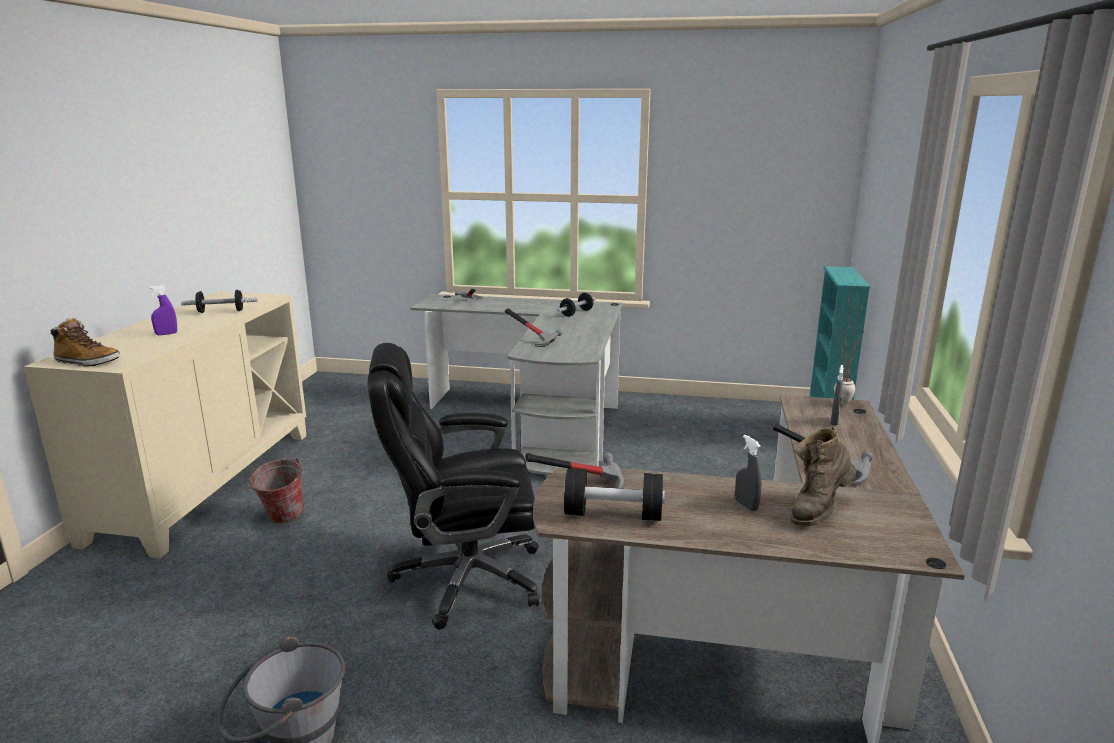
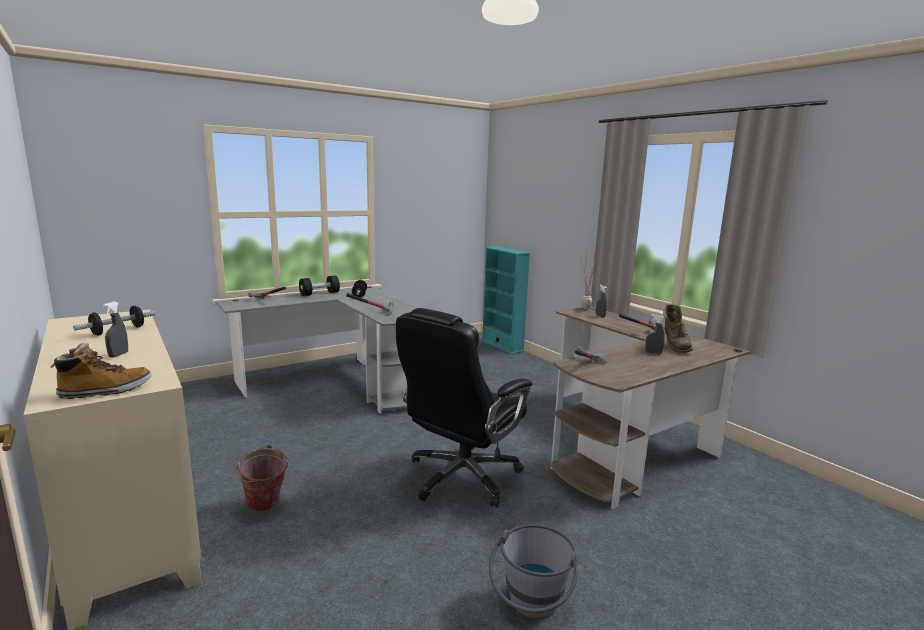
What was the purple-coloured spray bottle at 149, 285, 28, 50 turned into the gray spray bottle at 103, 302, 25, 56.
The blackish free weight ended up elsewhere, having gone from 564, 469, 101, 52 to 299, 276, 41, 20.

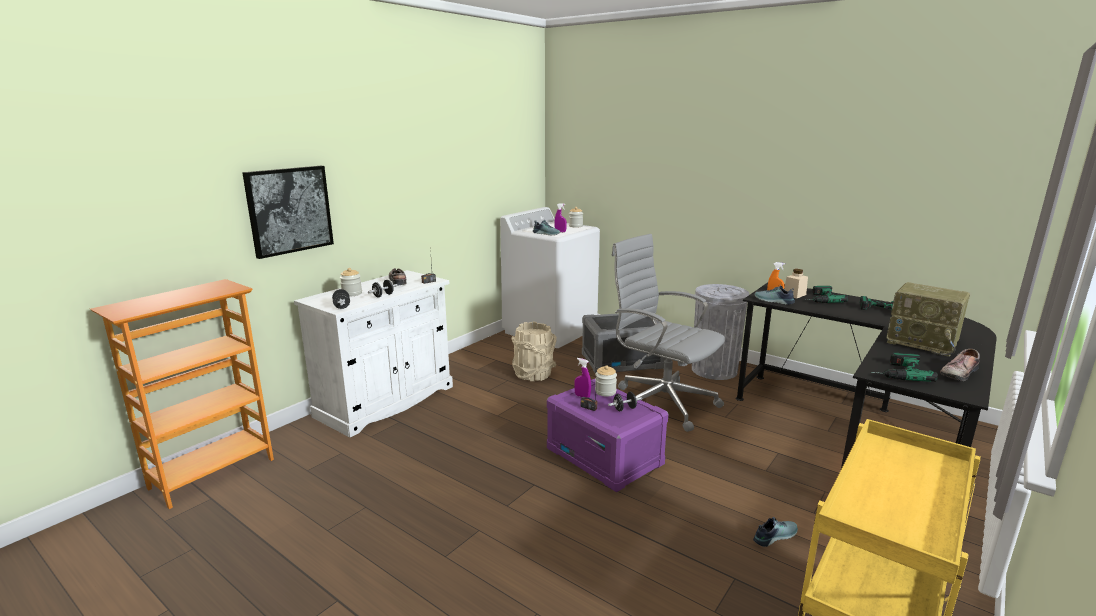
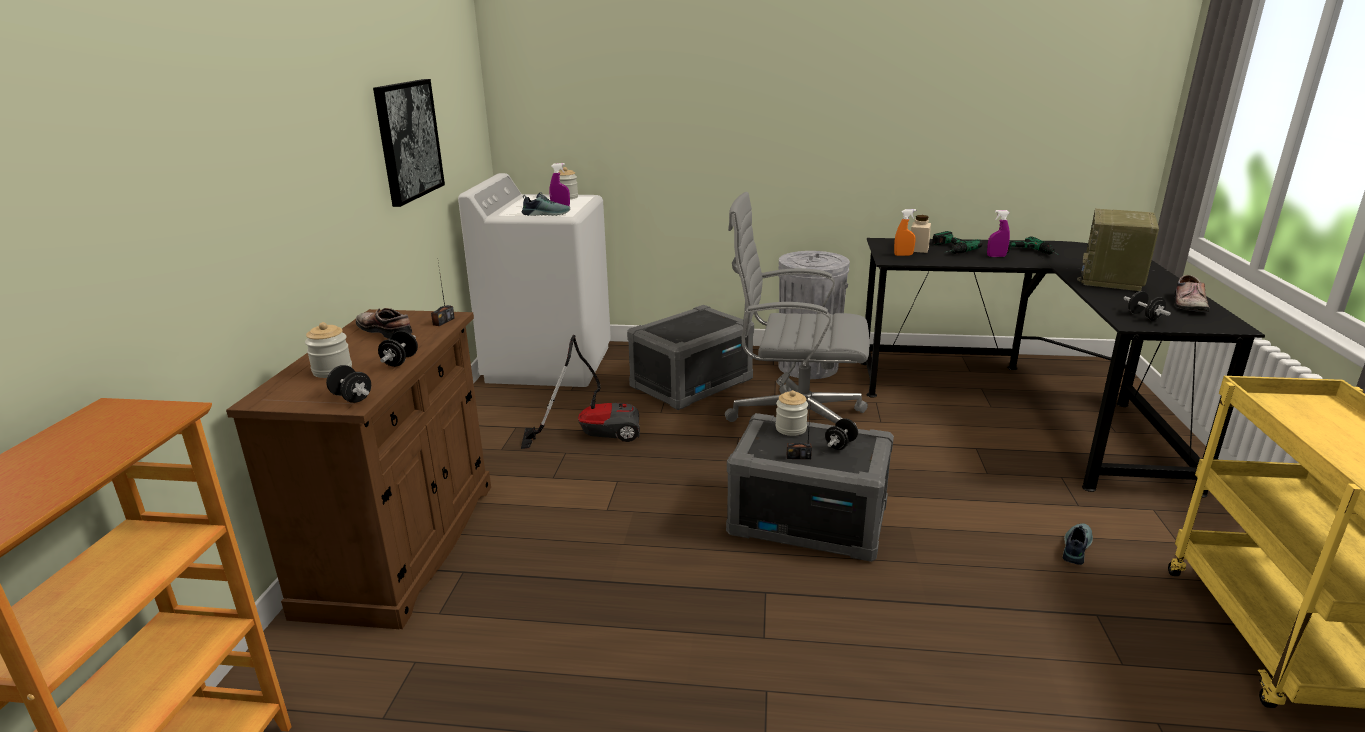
The wall art ended up elsewhere, having gone from 242, 166, 92, 93 to 373, 79, 72, 128.
What was the white storage cabinet at 294, 270, 159, 167 turned into the brown-coloured storage cabinet at 226, 309, 265, 320.
Where the beige pail stood at 511, 321, 46, 60, the hoover came to stand at 521, 335, 119, 114.
What was the purple-coloured storage container at 547, 379, 121, 113 turned into the gray storage container at 726, 413, 168, 149.
The purple-coloured spray bottle ended up elsewhere, having gone from 574, 358, 17, 40 to 987, 210, 23, 47.
The second view lost the shoe at 755, 286, 40, 19.
Where the electric drill stood at 871, 353, 67, 29, the blackish free weight came to stand at 1124, 291, 47, 30.
The radio receiver at 886, 282, 84, 75 ended up facing another way, 105 degrees clockwise from before.

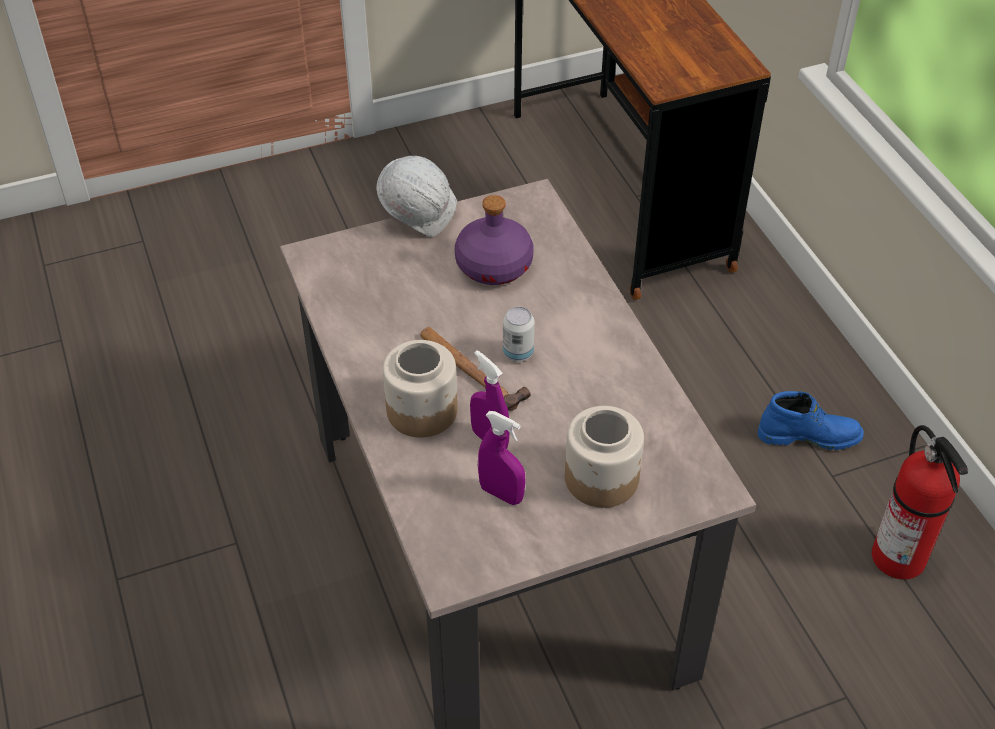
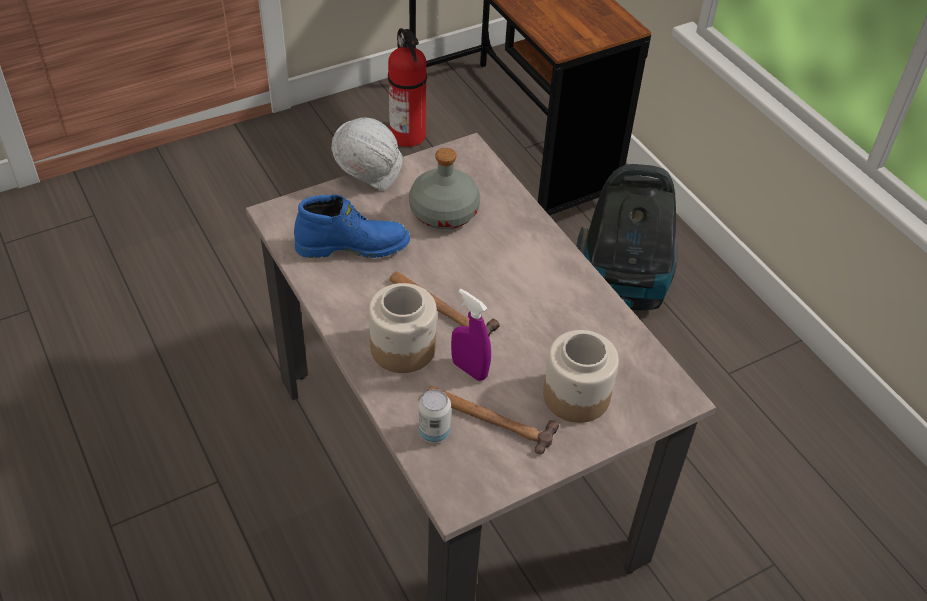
What was the purple-coloured drink bottle at 455, 195, 79, 90 turned into the gray drink bottle at 409, 148, 71, 81.
Where the purple-coloured spray bottle stood at 478, 411, 47, 94, the hand hammer came to stand at 428, 386, 131, 68.
The sealed can ended up elsewhere, having gone from 503, 307, 32, 55 to 418, 389, 33, 54.
The bluish tall boot ended up elsewhere, having gone from 758, 391, 106, 59 to 294, 194, 116, 64.
The fire-fighting cylinder ended up elsewhere, having gone from 872, 425, 96, 154 to 388, 28, 39, 119.
The second view gained the hoover at 576, 164, 102, 146.

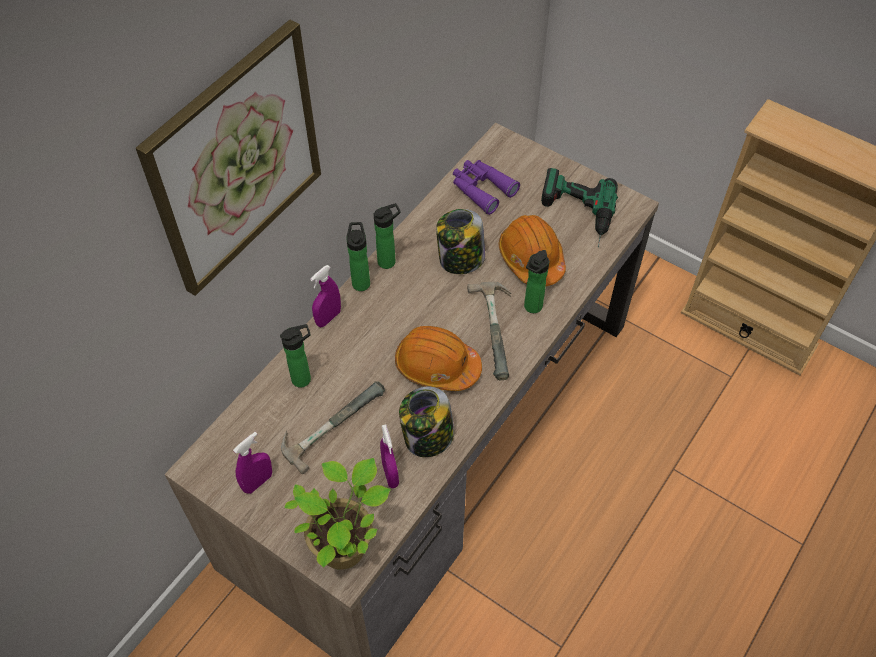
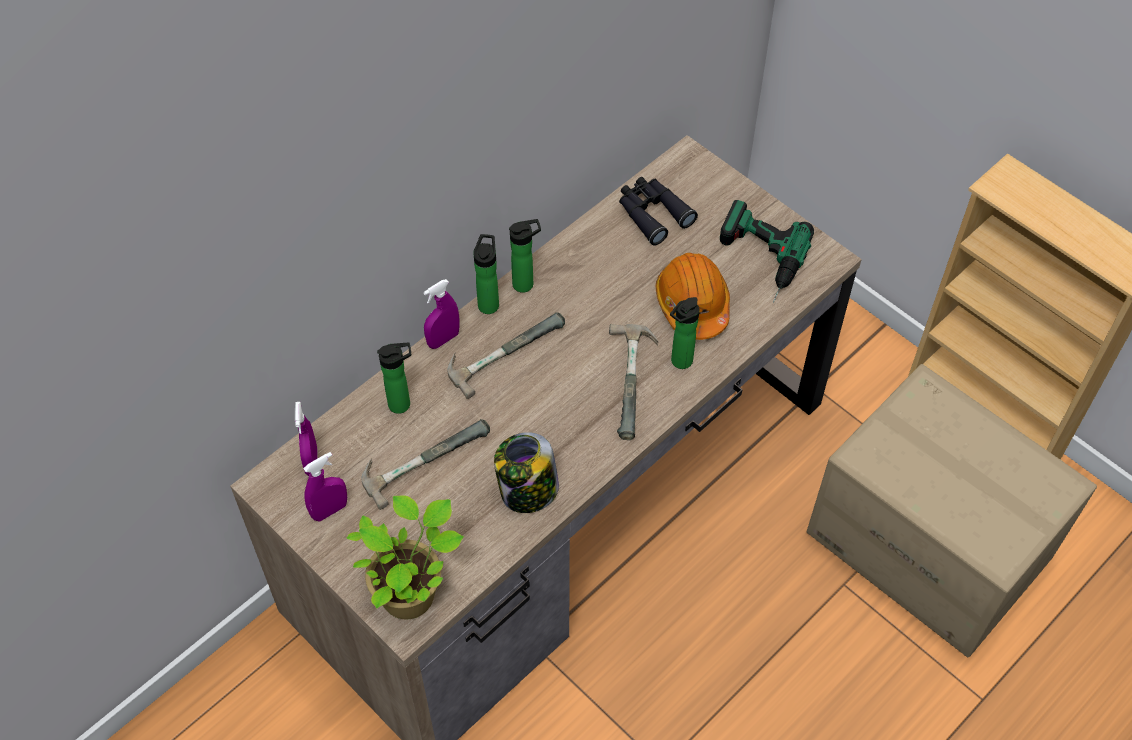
The second view lost the wall art at 136, 20, 185, 276.
The purple-coloured spray bottle ended up elsewhere, having gone from 380, 425, 19, 63 to 295, 402, 22, 74.
The second view lost the orange hard hat at 395, 326, 87, 65.
The second view lost the jar at 436, 209, 49, 65.
What was the purple-coloured field glasses at 453, 160, 67, 55 turned into the blackish field glasses at 619, 177, 79, 69.
The second view gained the hand hammer at 447, 312, 118, 87.
The second view gained the carton at 806, 364, 291, 293.

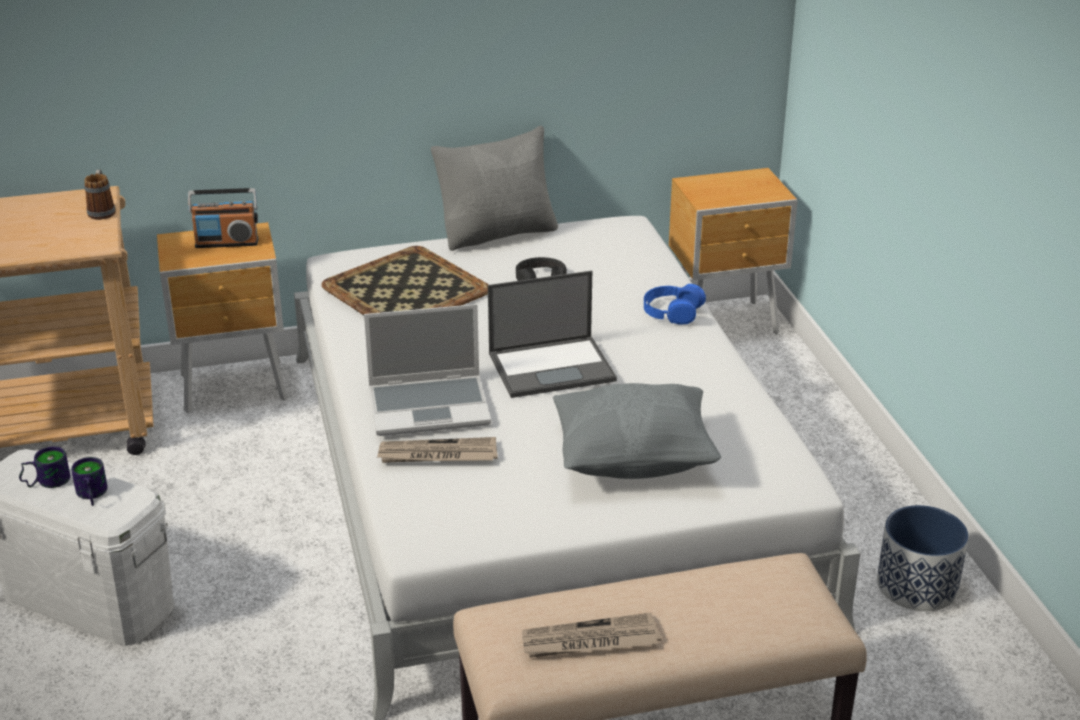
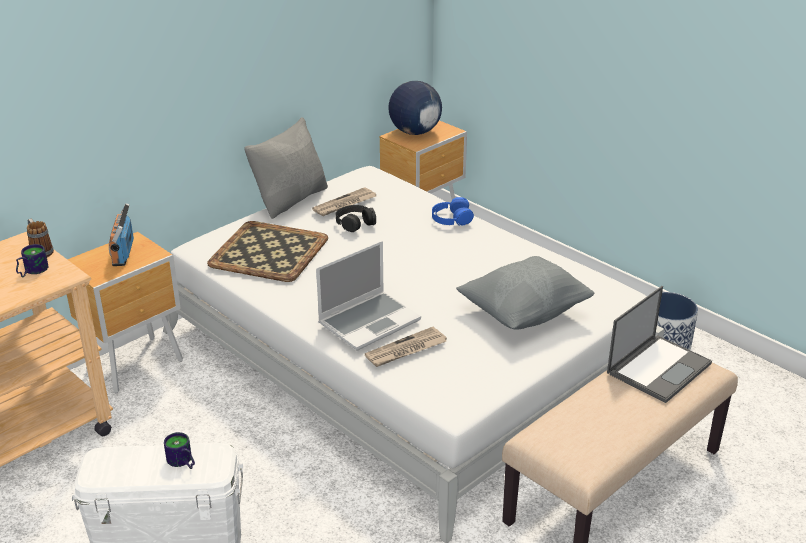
The coffee mug ended up elsewhere, having gone from 19, 446, 51, 42 to 16, 244, 32, 33.
The radio receiver at 188, 188, 70, 60 ended up facing another way, 120 degrees clockwise from before.
The laptop ended up elsewhere, having gone from 488, 271, 129, 127 to 607, 286, 105, 117.
The daily paper ended up elsewhere, having gone from 522, 612, 139, 46 to 312, 187, 64, 29.
The second view gained the desk globe at 388, 81, 54, 54.

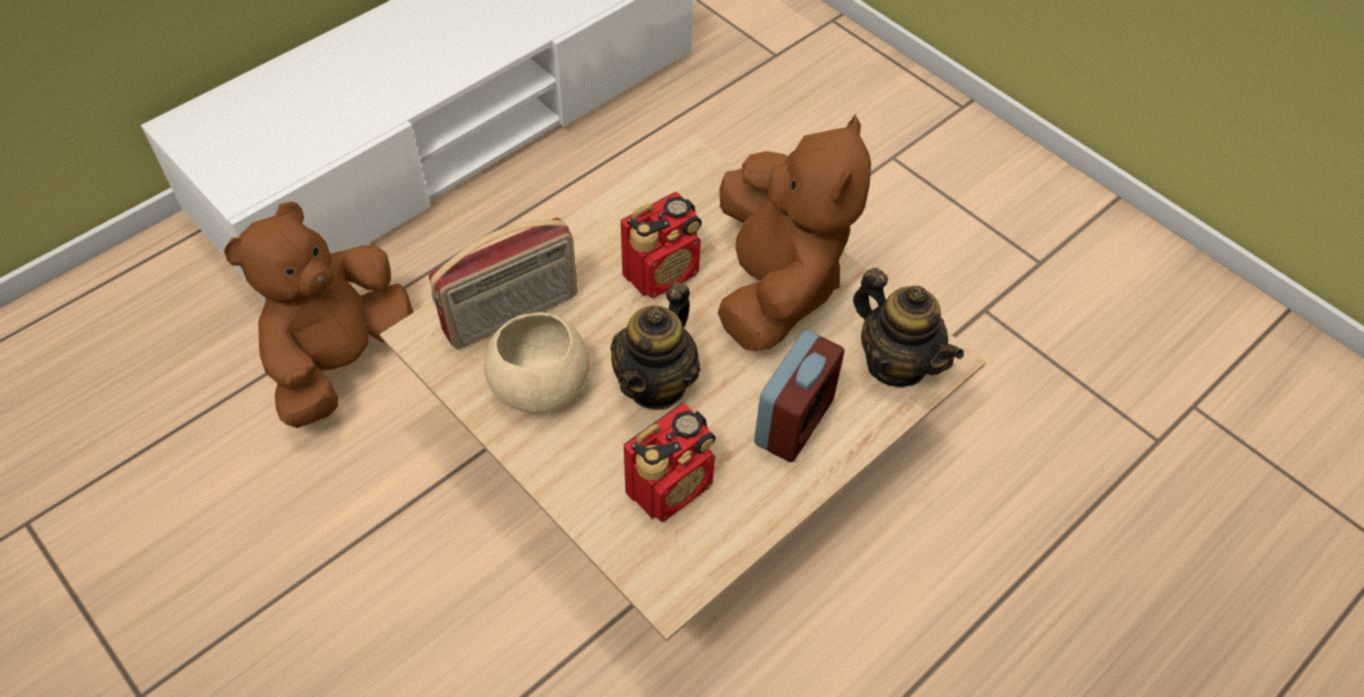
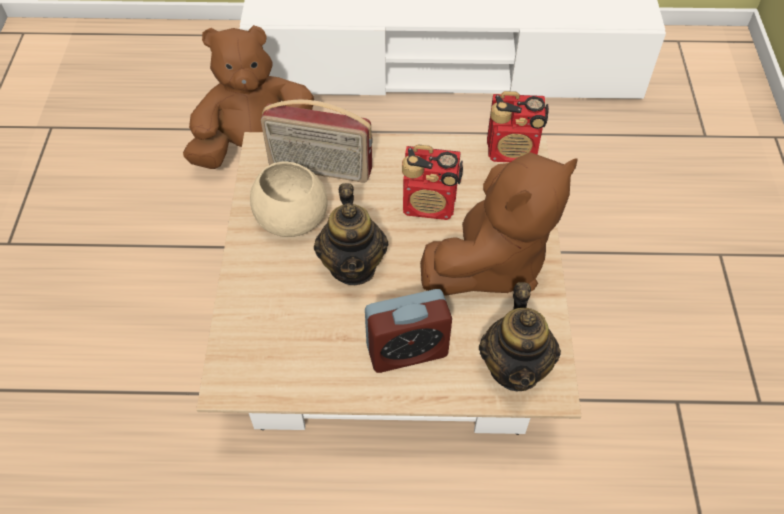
The tea pot at 610, 281, 90, 129 ended up facing another way, 75 degrees counterclockwise from before.
The radio receiver ended up elsewhere, having gone from 624, 403, 92, 119 to 487, 91, 62, 71.

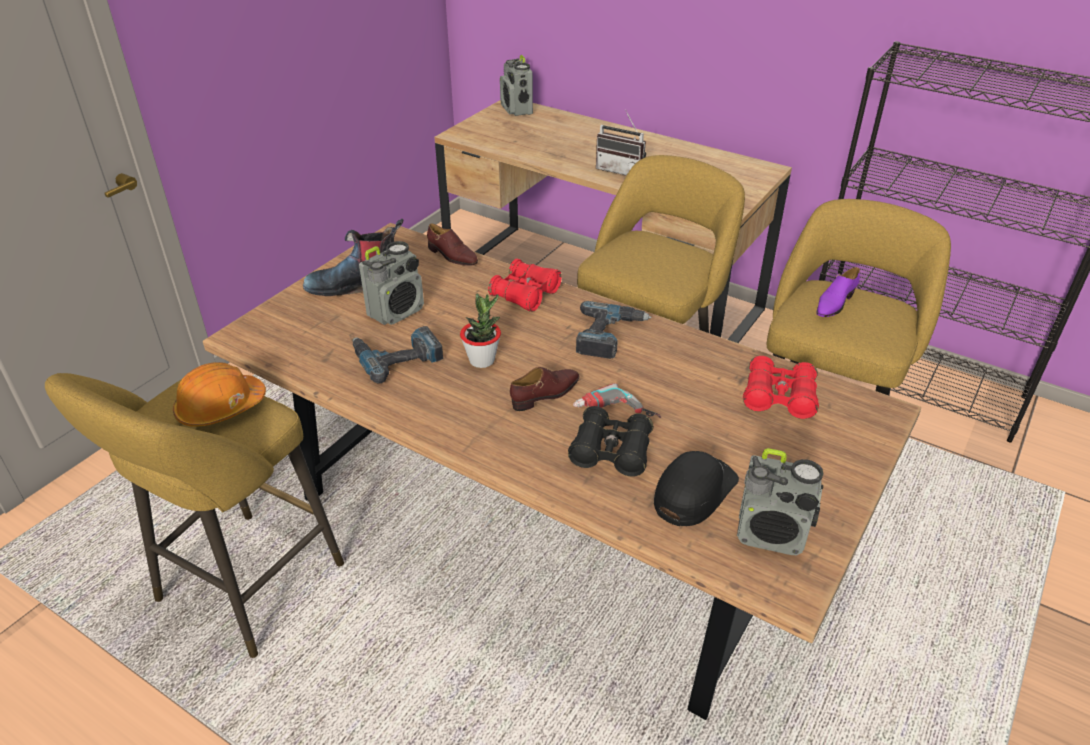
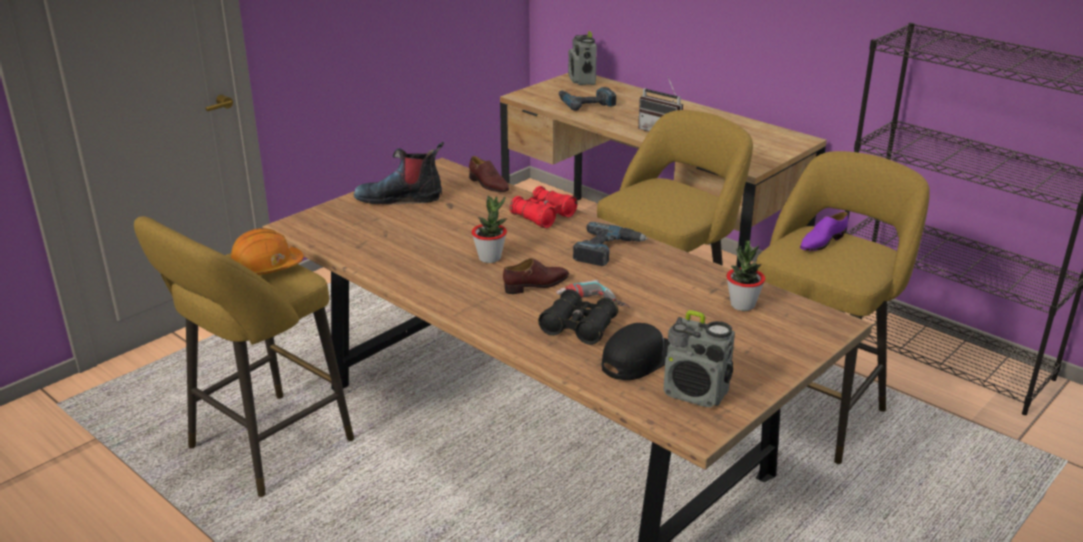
The electric drill ended up elsewhere, having gone from 353, 326, 90, 58 to 559, 87, 57, 24.
The second view lost the radio receiver at 359, 241, 65, 84.
Where the red-coloured field glasses stood at 743, 356, 76, 63, the plant in a pot came to stand at 726, 241, 39, 70.

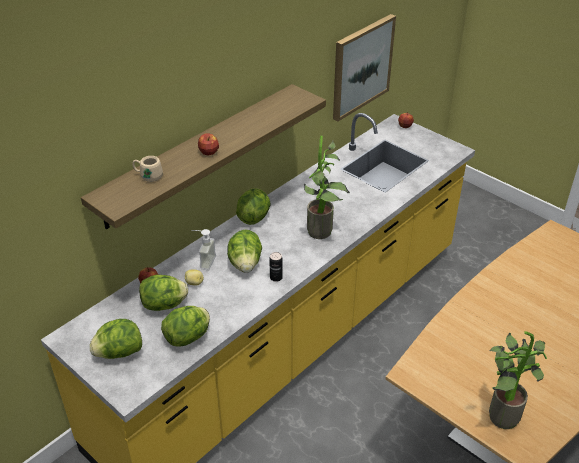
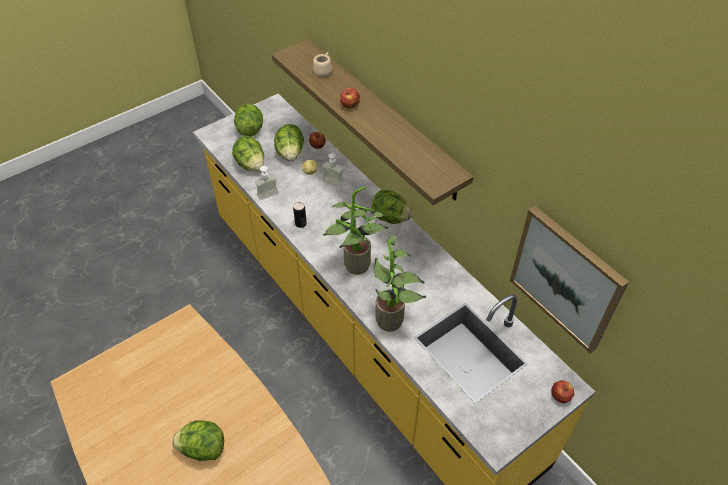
The lettuce head ended up elsewhere, having gone from 227, 230, 35, 43 to 172, 420, 52, 41.
The plant in a pot ended up elsewhere, having gone from 489, 331, 58, 98 to 373, 232, 54, 100.
The second view gained the soap bottle at 255, 166, 23, 34.

